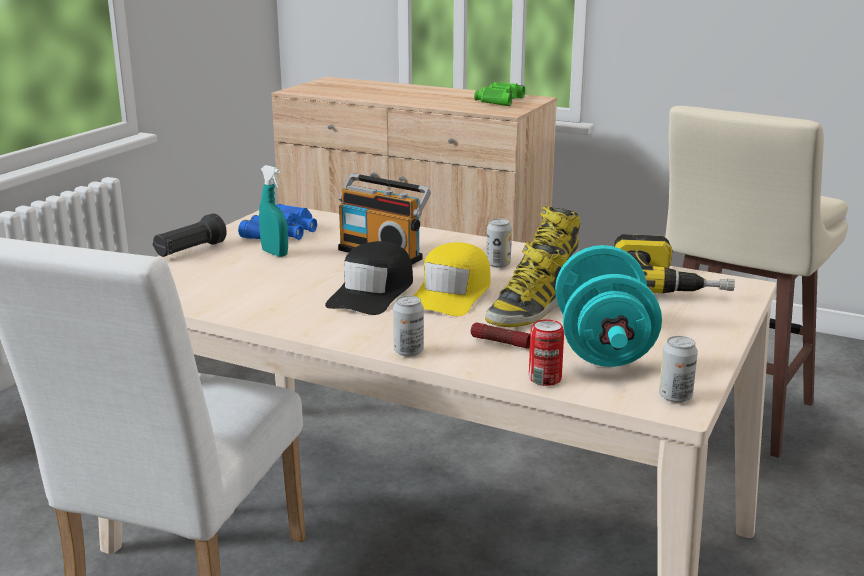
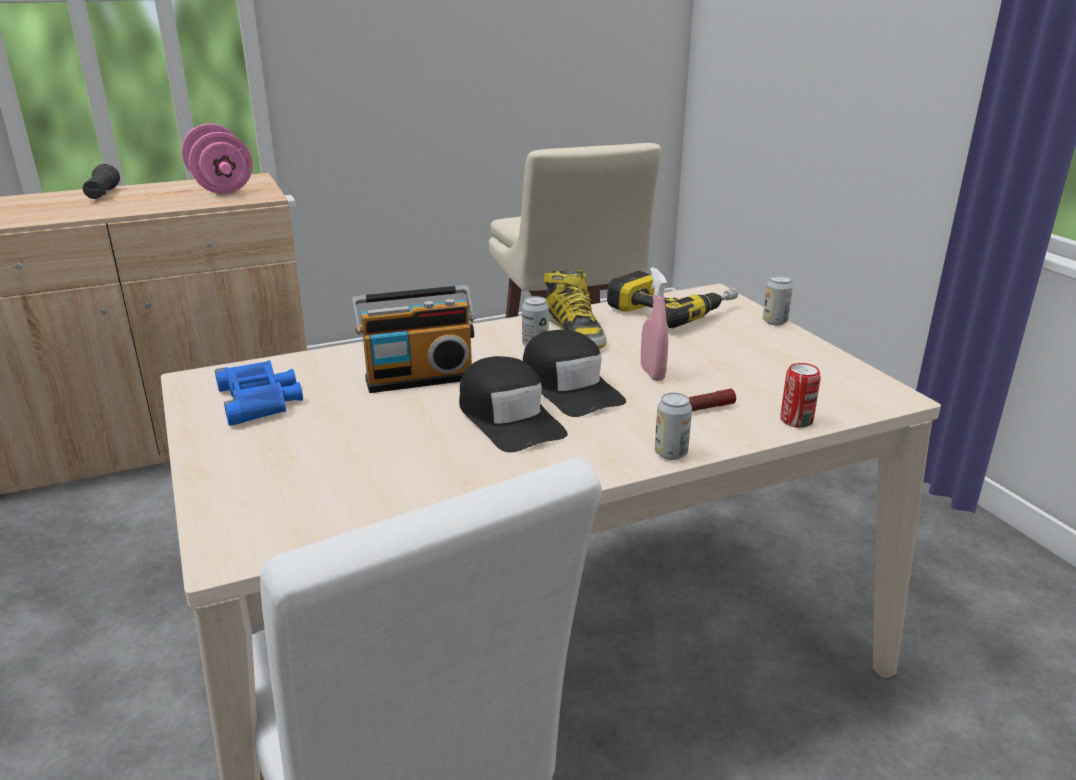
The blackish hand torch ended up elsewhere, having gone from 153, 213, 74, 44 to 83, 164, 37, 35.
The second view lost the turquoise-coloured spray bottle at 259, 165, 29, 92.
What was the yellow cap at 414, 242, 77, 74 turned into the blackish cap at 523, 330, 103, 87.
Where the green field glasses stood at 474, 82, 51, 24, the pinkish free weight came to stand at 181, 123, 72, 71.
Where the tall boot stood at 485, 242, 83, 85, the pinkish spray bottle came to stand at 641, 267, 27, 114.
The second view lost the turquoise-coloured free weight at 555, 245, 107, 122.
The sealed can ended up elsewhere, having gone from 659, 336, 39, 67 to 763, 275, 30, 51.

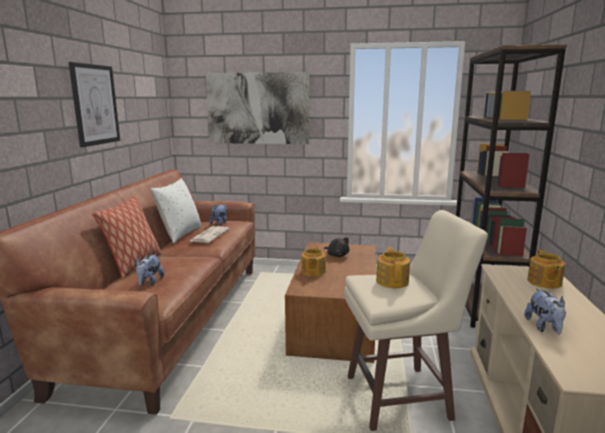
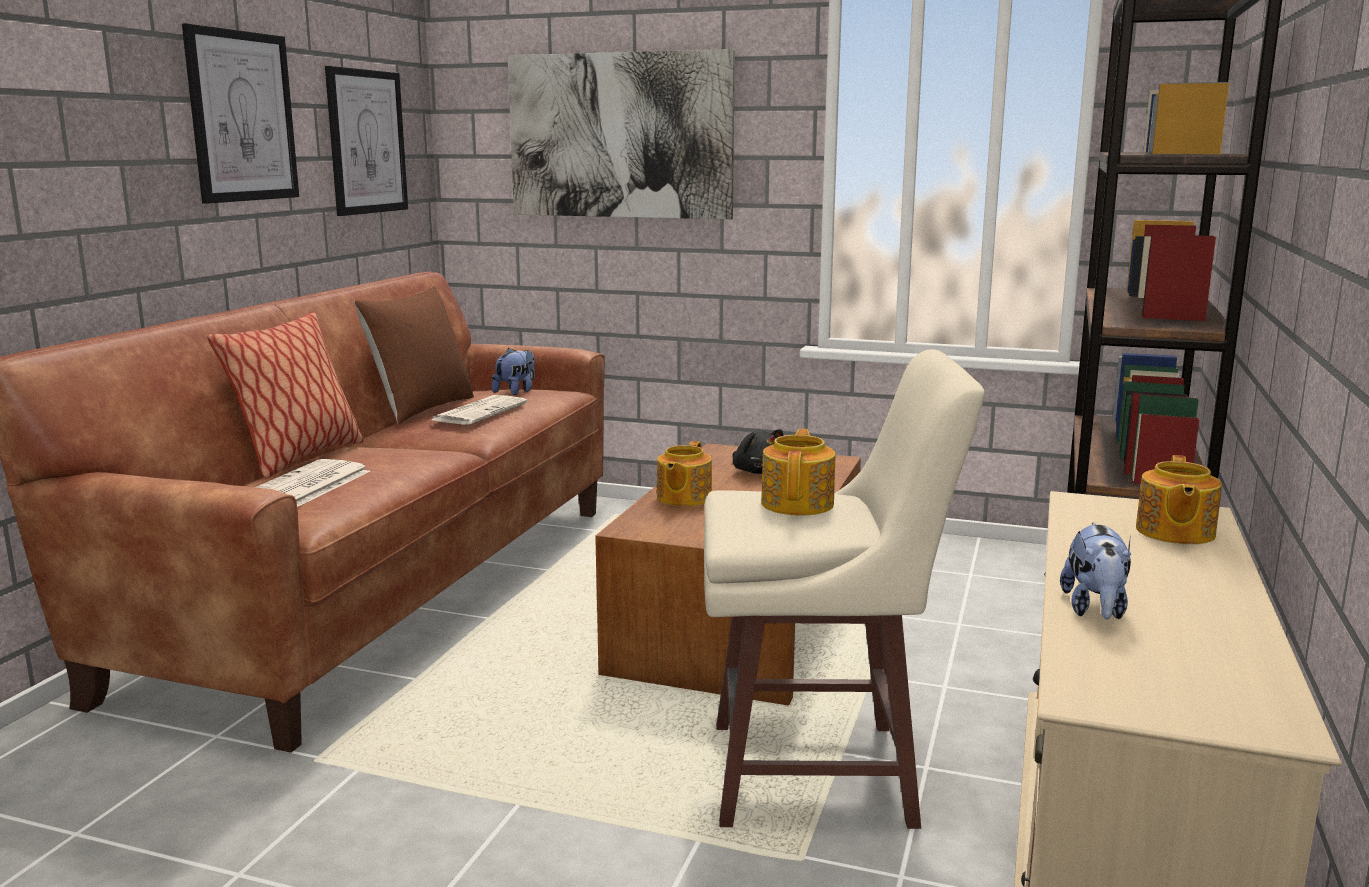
Where the cuddly toy stood at 136, 254, 28, 32, the daily paper came to stand at 256, 459, 114, 48.
What was the white throw pillow at 151, 178, 50, 65 turned into the brown-coloured throw pillow at 354, 286, 120, 138.
The second view gained the wall art at 325, 66, 83, 150.

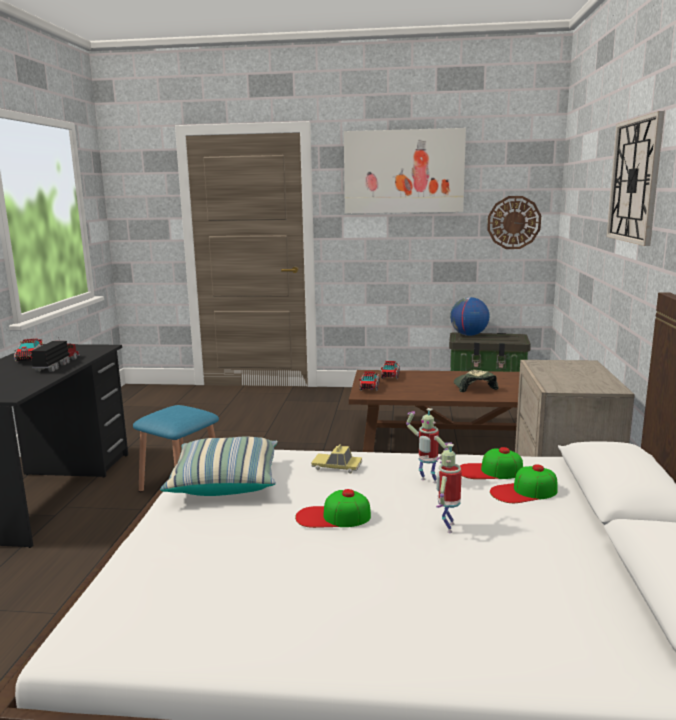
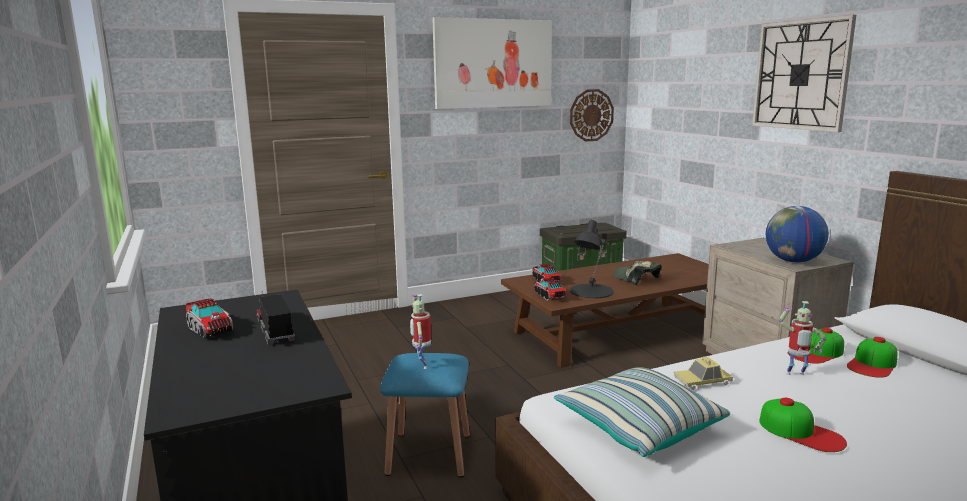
The cap at 295, 489, 76, 39 ended up facing another way, 105 degrees counterclockwise from before.
The model robot ended up elsewhere, having gone from 436, 442, 26, 91 to 410, 294, 21, 75.
The desk globe ended up elsewhere, having gone from 450, 297, 39, 39 to 766, 206, 63, 57.
The second view gained the blackish lamp for a table at 570, 220, 44, 79.

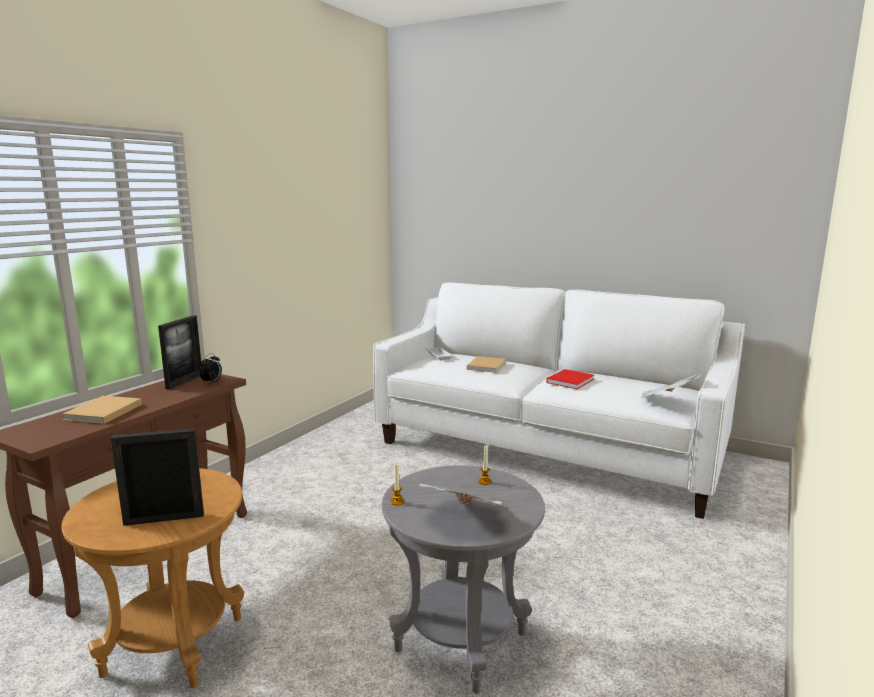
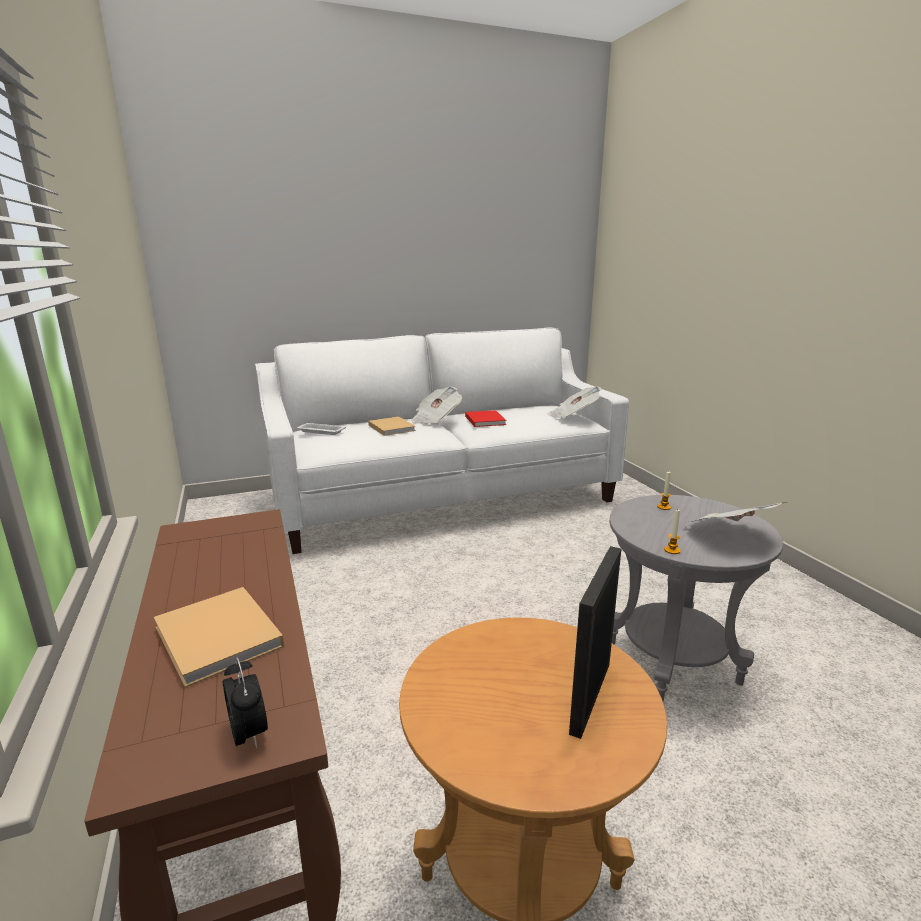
The second view lost the photo frame at 158, 315, 43, 75.
The table clock ended up elsewhere, having gone from 200, 353, 22, 31 to 222, 657, 46, 92.
The second view gained the daily paper at 411, 387, 51, 37.

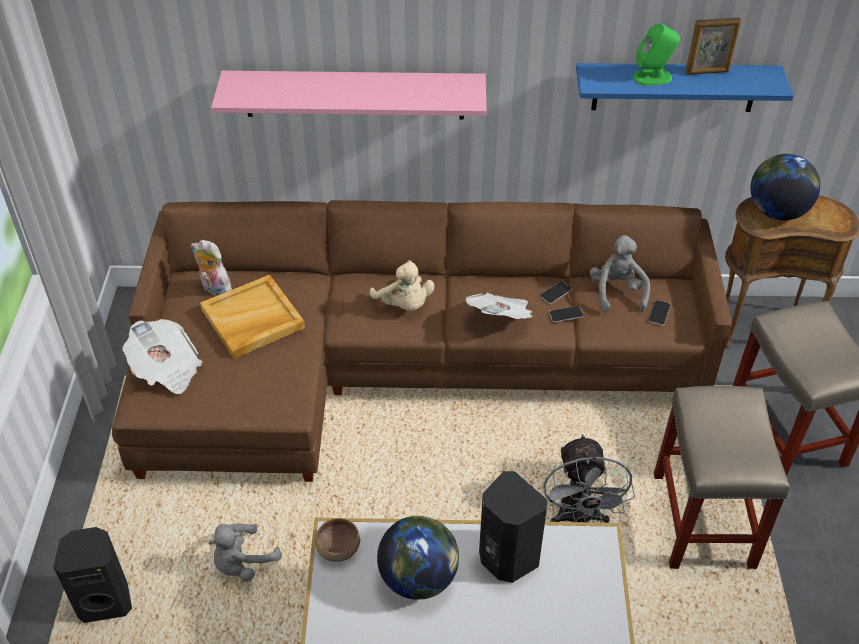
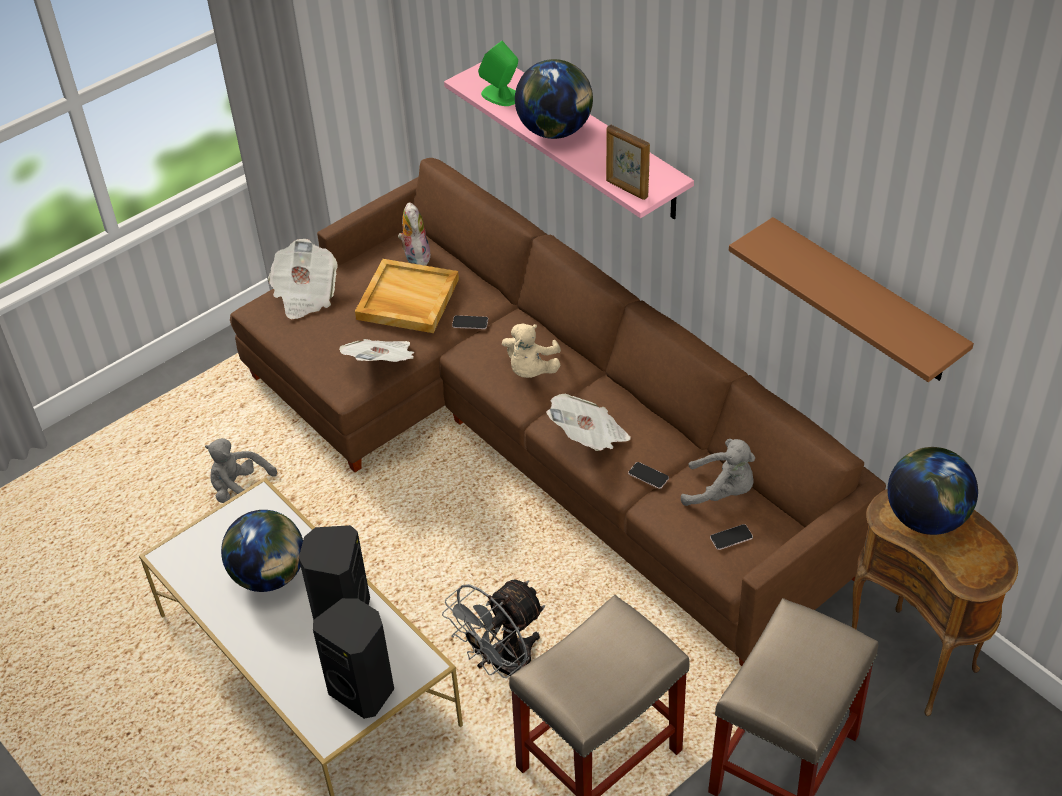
The blackish loudspeaker ended up elsewhere, having gone from 53, 527, 79, 96 to 313, 598, 81, 121.
The second view lost the brown-coloured bowl at 315, 518, 45, 44.
The handset ended up elsewhere, having gone from 540, 281, 32, 23 to 452, 315, 36, 14.
What was the bluish shelf at 576, 63, 218, 49 turned into the brown-coloured shelf at 729, 217, 245, 165.
The gray cuddly toy at 590, 235, 60, 77 ended up facing another way, 60 degrees clockwise from before.
The green loudspeaker ended up elsewhere, having gone from 633, 23, 47, 63 to 478, 41, 40, 65.
The photo frame ended up elsewhere, having gone from 685, 17, 56, 58 to 606, 124, 44, 76.
The second view gained the daily paper at 339, 339, 76, 23.
The second view gained the desk globe at 515, 59, 78, 80.

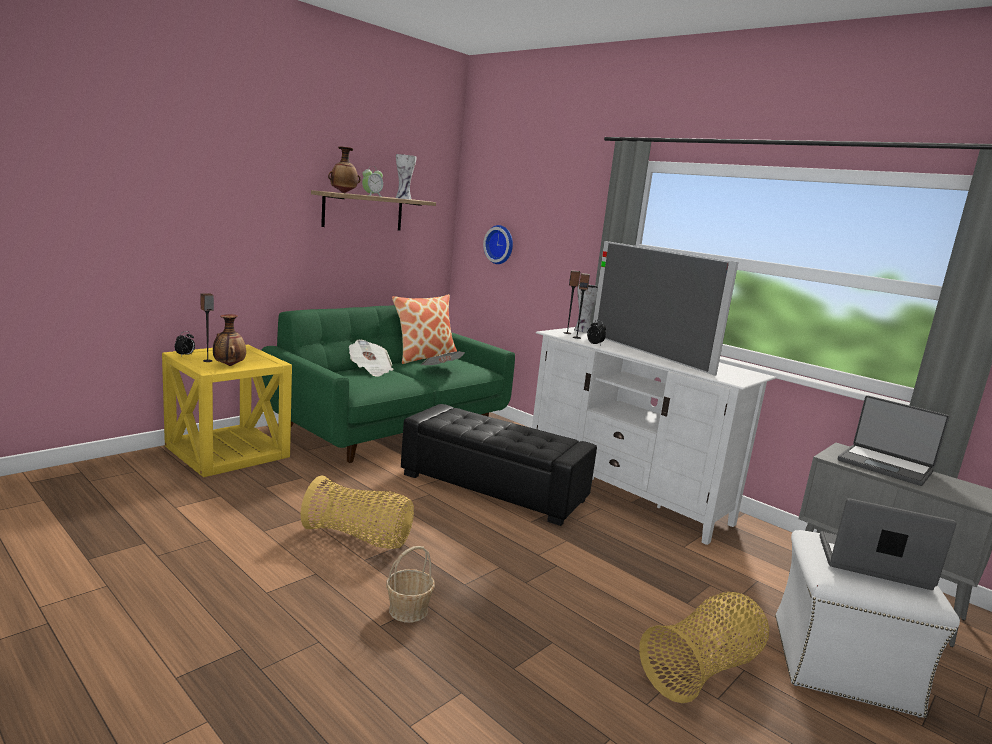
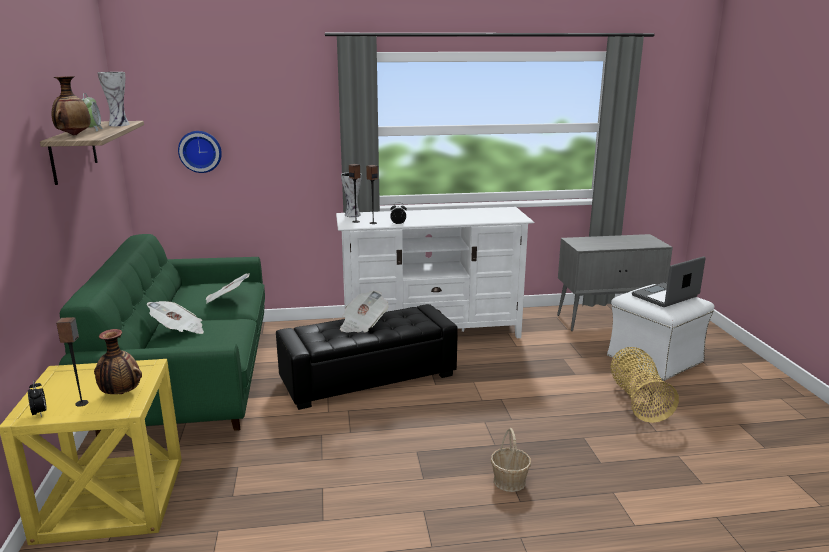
The second view lost the household basket at 301, 475, 113, 74.
The second view lost the throw pillow at 392, 294, 65, 70.
The second view lost the television at 593, 241, 145, 135.
The second view lost the laptop at 838, 395, 111, 91.
The second view gained the daily paper at 340, 291, 48, 42.

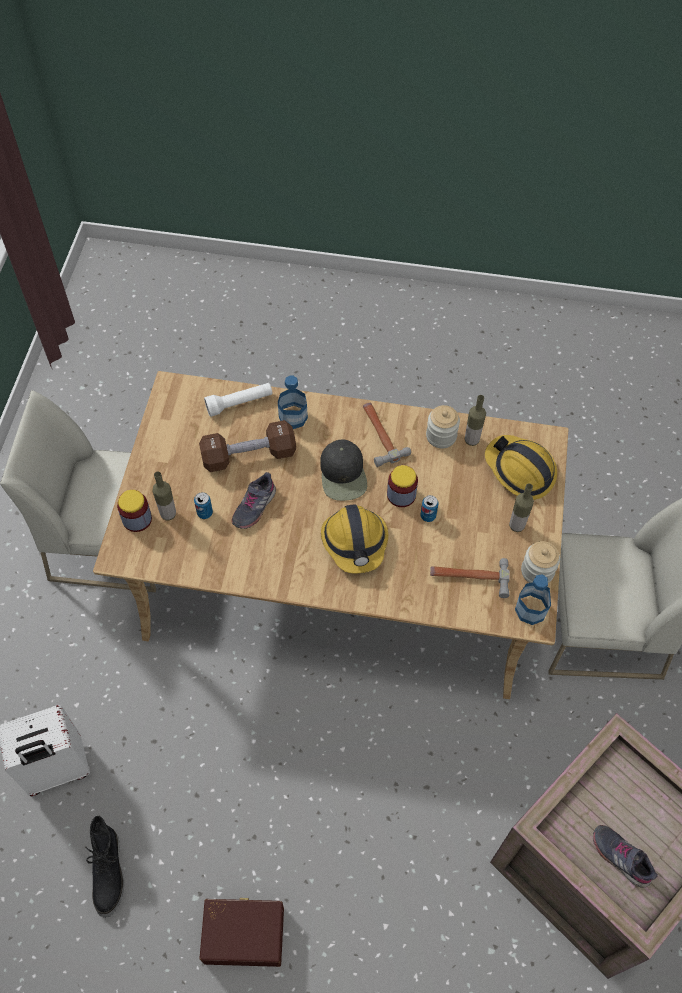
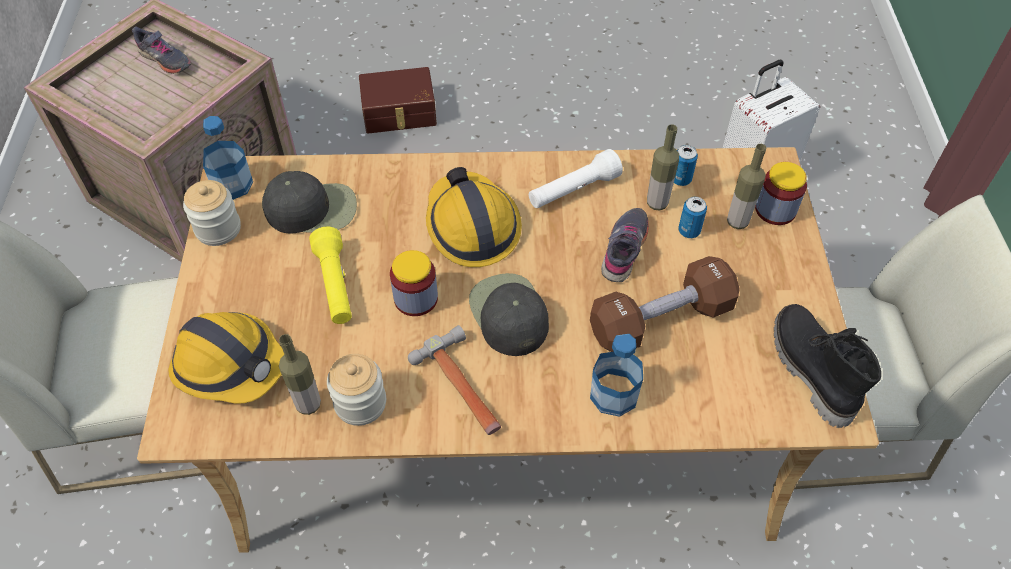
The blackish tall boot ended up elsewhere, having gone from 85, 816, 39, 102 to 774, 304, 107, 124.
The brown-coloured storage container ended up elsewhere, having gone from 200, 898, 84, 69 to 359, 67, 78, 67.
The white hand torch ended up elsewhere, having gone from 204, 383, 69, 34 to 529, 149, 94, 59.
The sealed can ended up elsewhere, having gone from 420, 495, 19, 27 to 674, 145, 24, 41.
Where the hand hammer stood at 430, 558, 80, 40, the blackish cap came to stand at 262, 171, 95, 63.
The drink bottle ended up elsewhere, having gone from 509, 483, 25, 49 to 647, 124, 32, 86.
The second view gained the yellow hand torch at 309, 227, 43, 97.

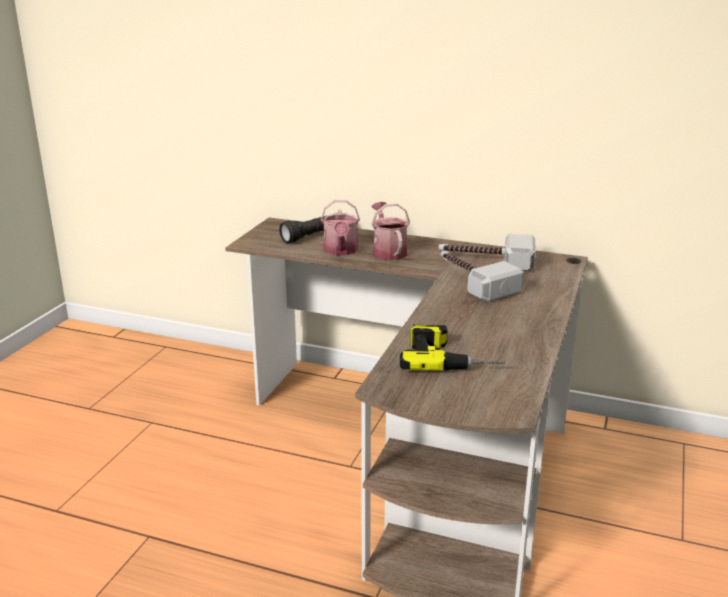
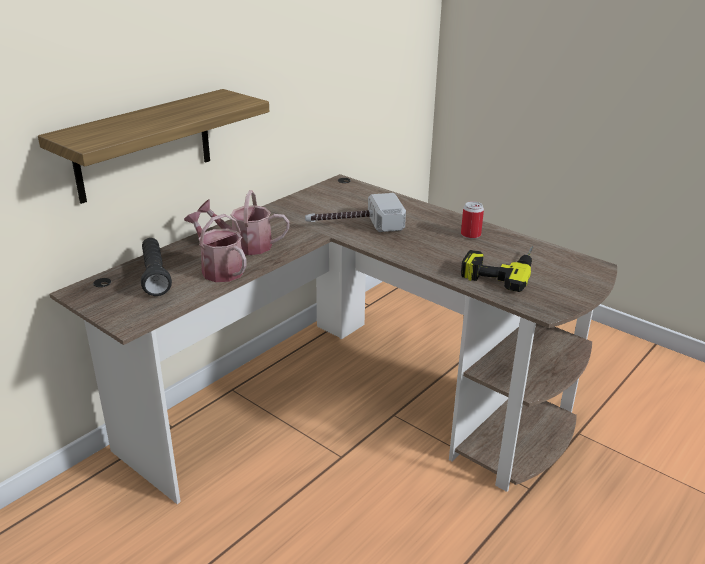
The sprinkling can at 321, 200, 39, 55 ended up facing another way, 150 degrees counterclockwise from before.
The second view lost the hand hammer at 439, 234, 97, 37.
The second view gained the shelf at 38, 89, 231, 115.
The second view gained the sealed can at 461, 201, 23, 38.

